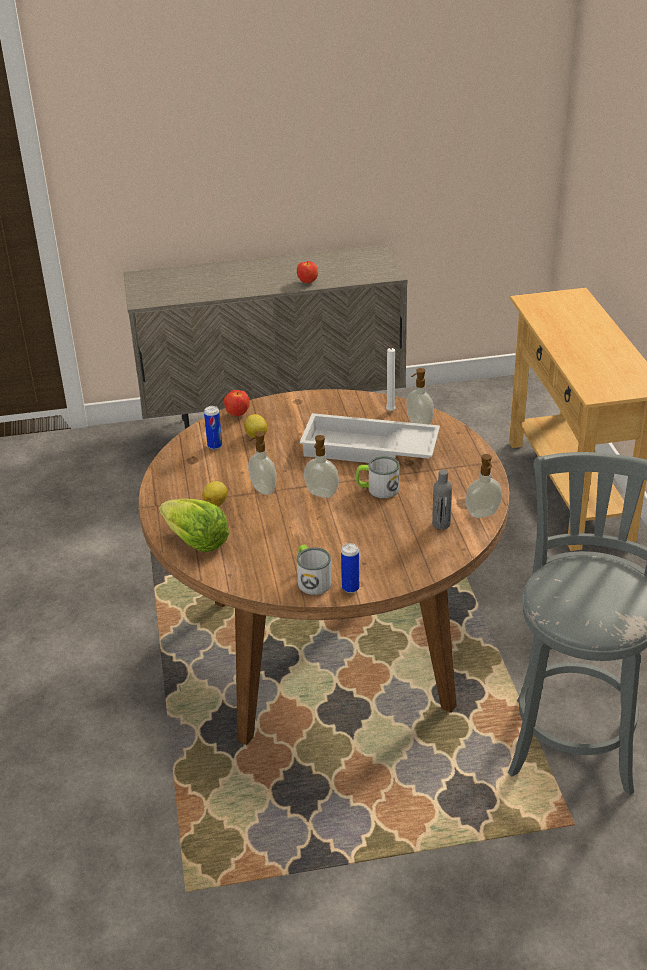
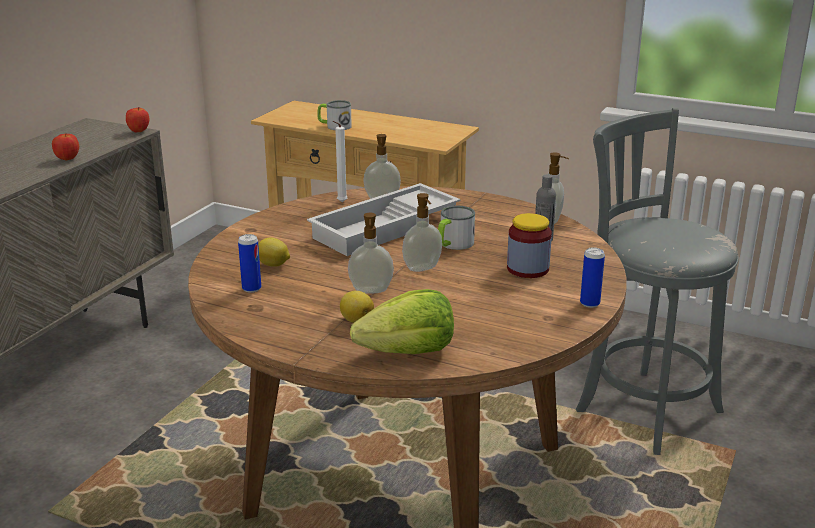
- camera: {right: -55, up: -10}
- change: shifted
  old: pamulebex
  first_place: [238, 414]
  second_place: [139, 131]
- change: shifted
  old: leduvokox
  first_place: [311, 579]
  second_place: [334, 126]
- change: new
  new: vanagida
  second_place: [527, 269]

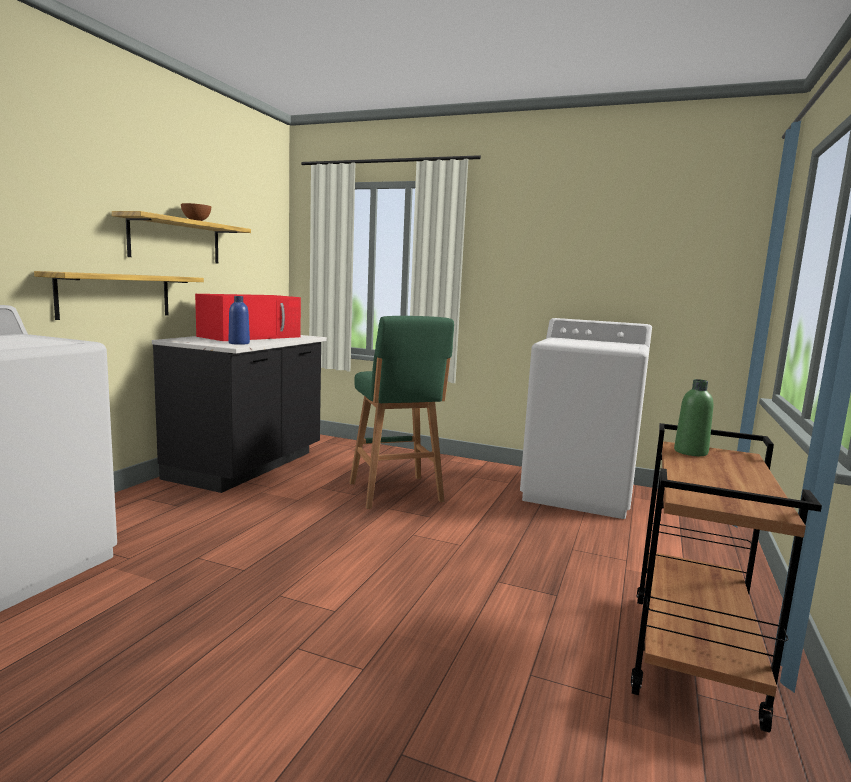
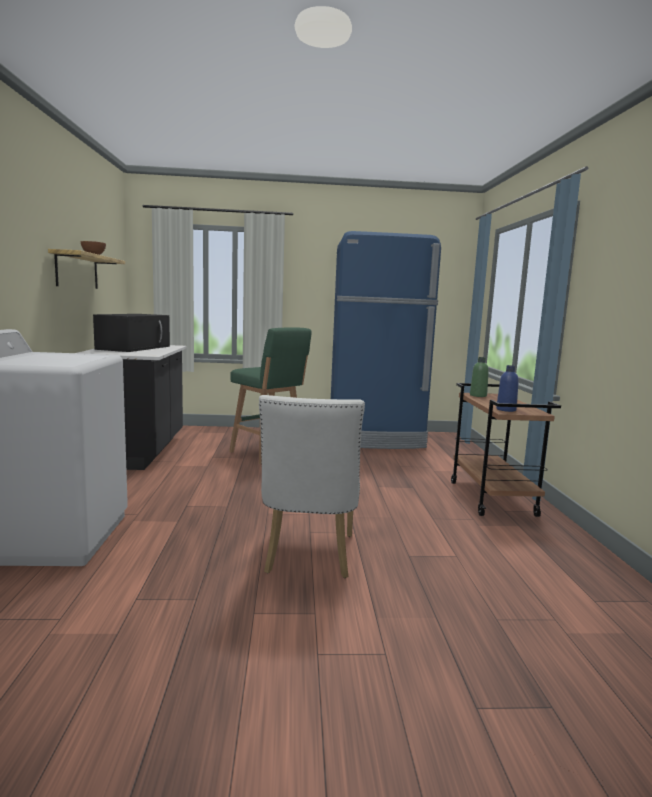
- camera: {right: -25, up: 0}
- change: gone
  old: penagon
  first_place: [116, 295]
- change: repainted
  old: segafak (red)
  new: segafak (black)
  first_place: [251, 336]
  second_place: [134, 347]
- change: shifted
  old: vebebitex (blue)
  first_place: [239, 343]
  second_place: [506, 409]
- change: swapped
  old: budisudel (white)
  new: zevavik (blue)
  first_place: [579, 493]
  second_place: [376, 439]
- change: new
  new: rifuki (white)
  second_place: [308, 557]

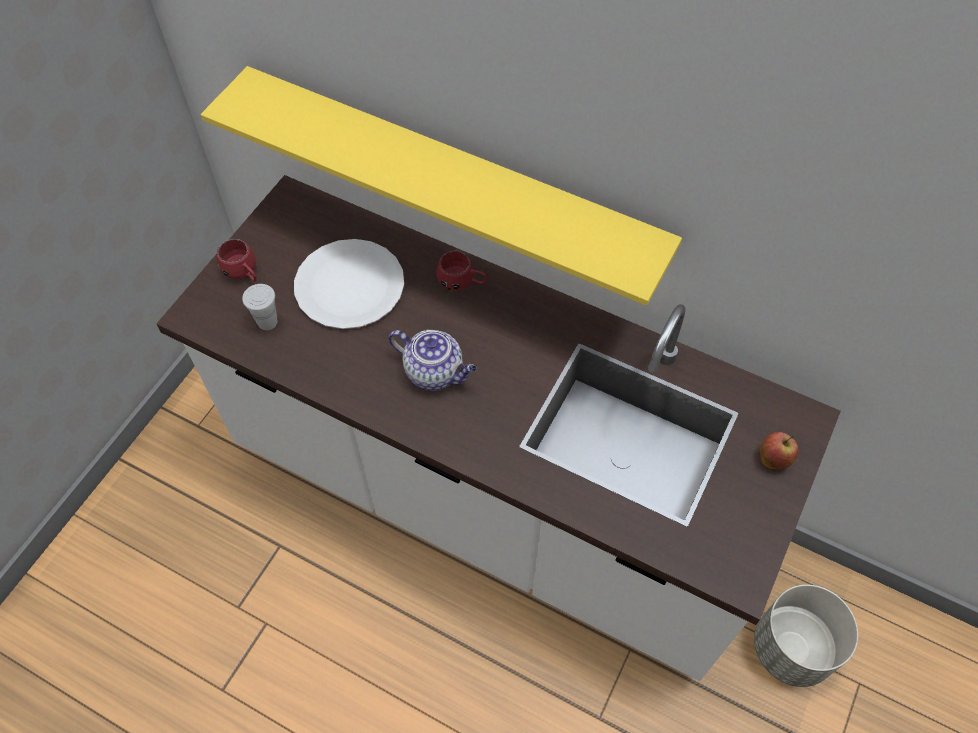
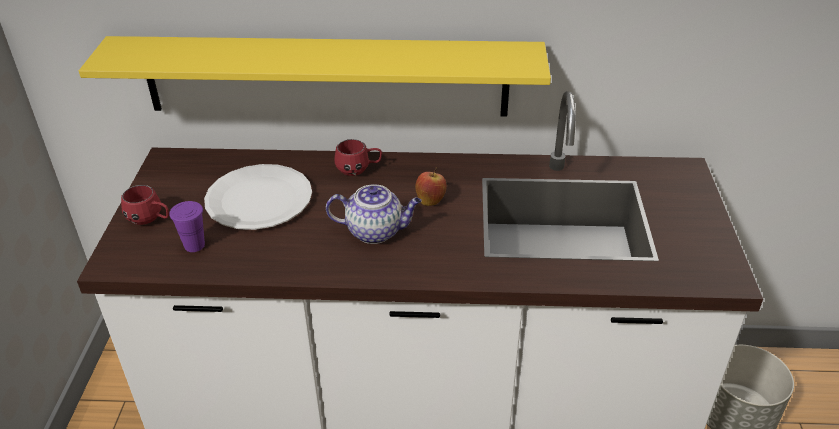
- camera: {right: -25, up: -20}
- change: repainted
  old: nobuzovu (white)
  new: nobuzovu (purple)
  first_place: [267, 322]
  second_place: [194, 245]
- change: shifted
  old: pamulebex
  first_place: [773, 459]
  second_place: [430, 200]

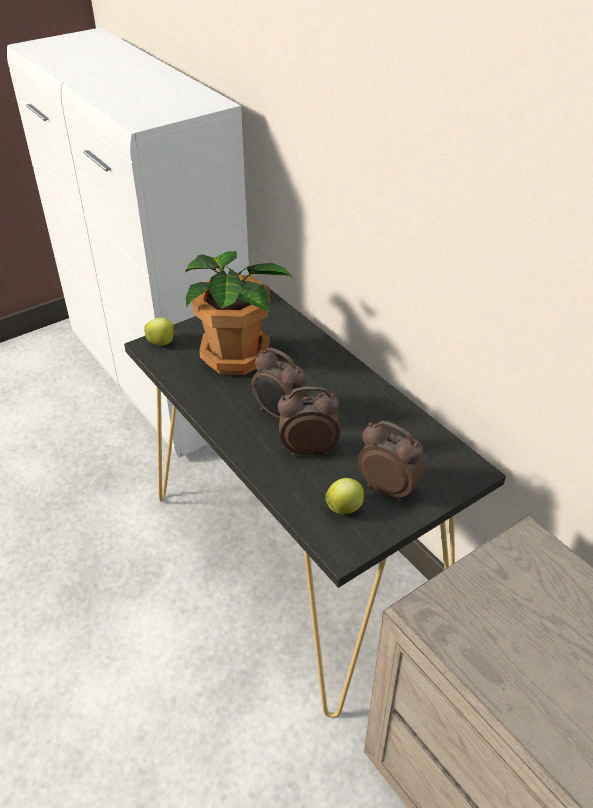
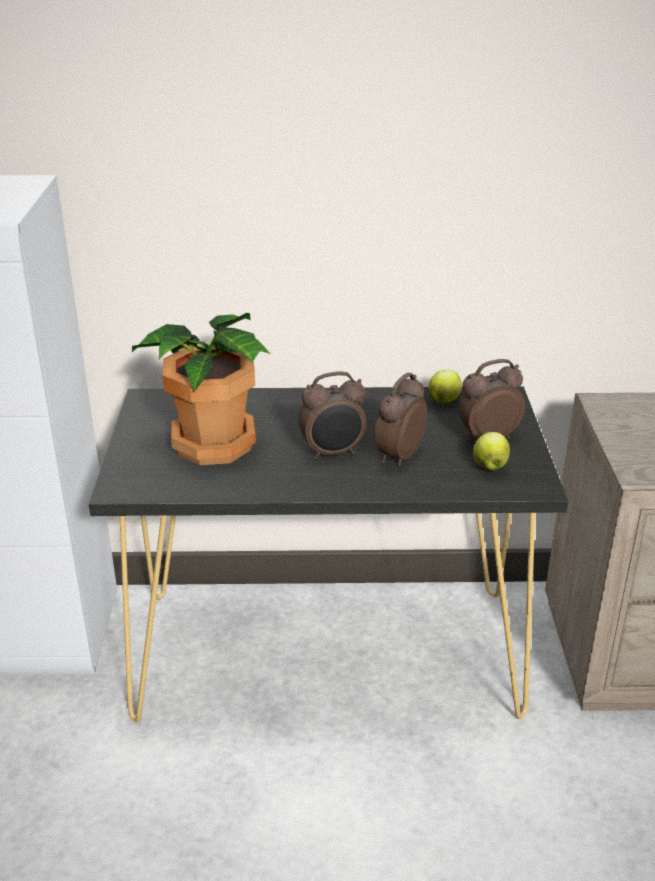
- camera: {right: -55, up: -10}
- change: shifted
  old: pamulebex
  first_place: [162, 343]
  second_place: [444, 400]

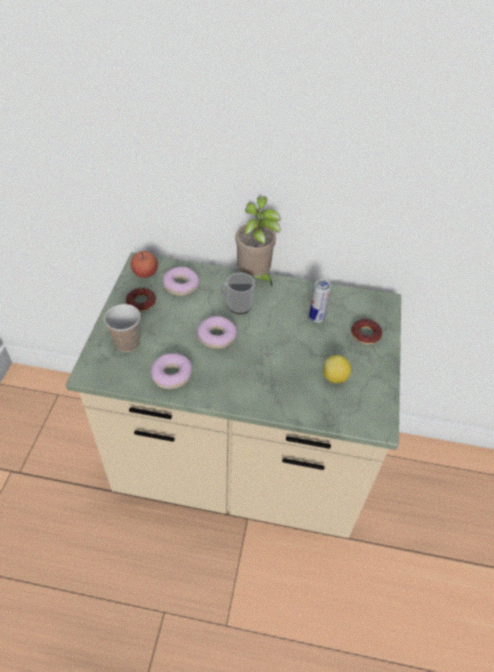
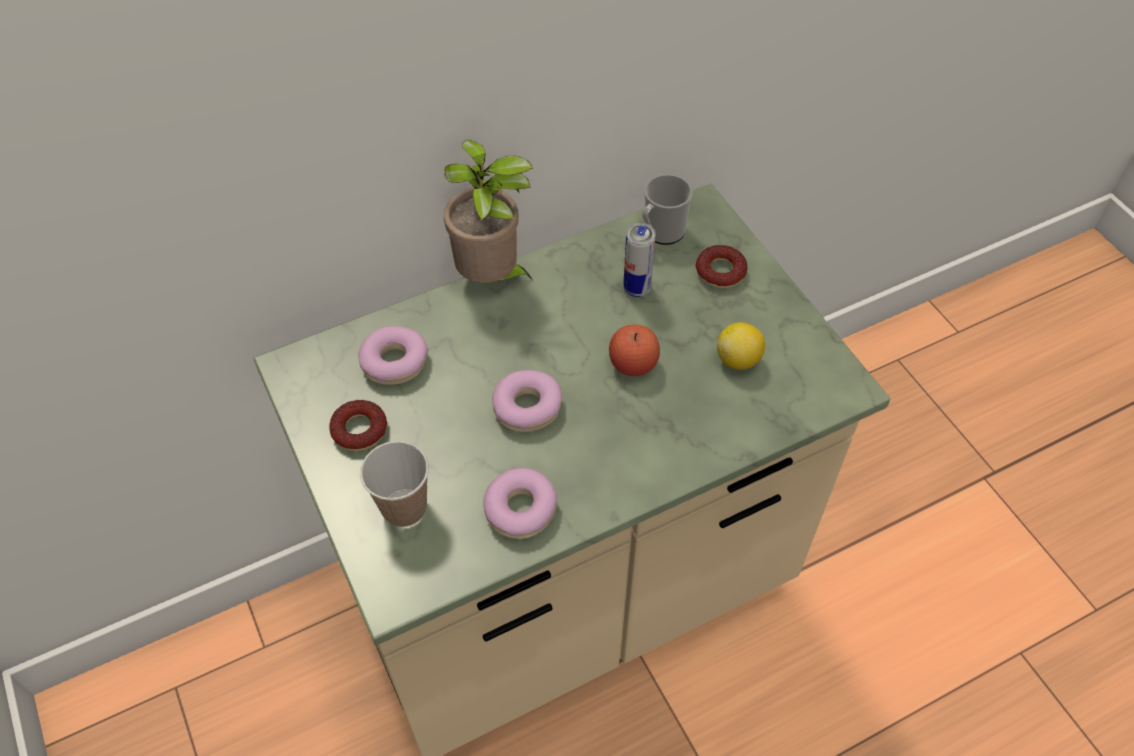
- camera: {right: -35, up: 5}
- change: shifted
  old: pamulebex
  first_place: [145, 273]
  second_place: [633, 364]
- change: shifted
  old: leduvokox
  first_place: [236, 305]
  second_place: [661, 232]

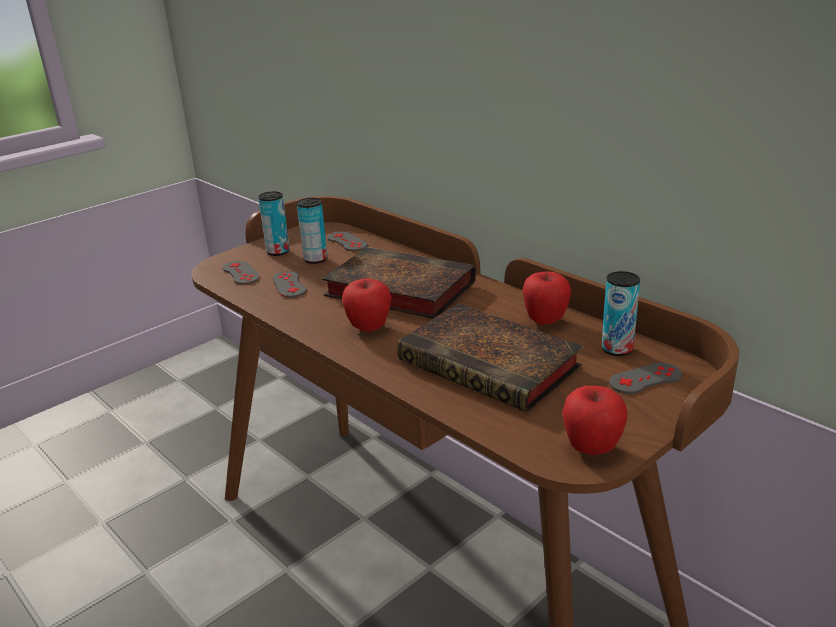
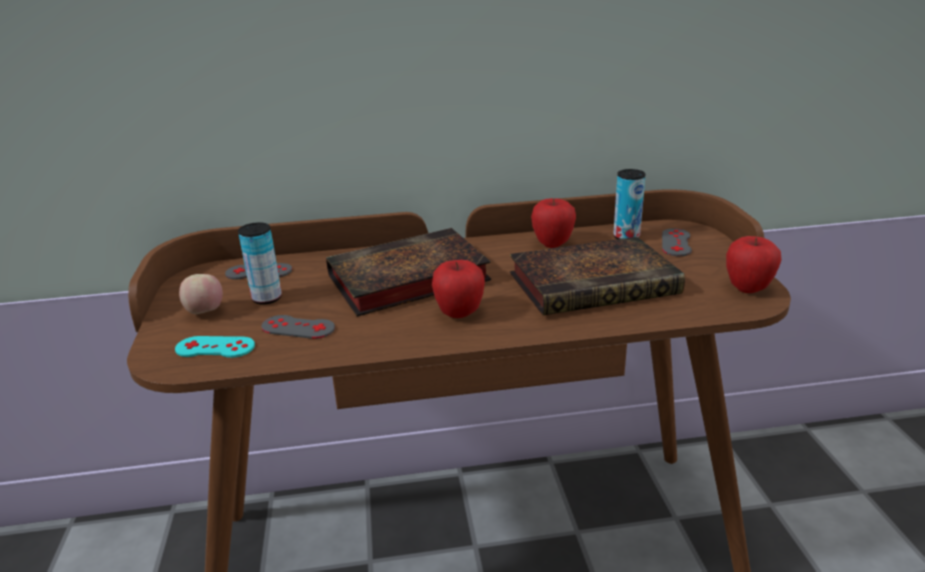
- camera: {right: -55, up: 0}
- change: swapped
  old: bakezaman
  new: pamulebex
  first_place: [278, 252]
  second_place: [205, 312]
- change: repainted
  old: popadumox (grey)
  new: popadumox (turquoise)
  first_place: [241, 273]
  second_place: [215, 347]

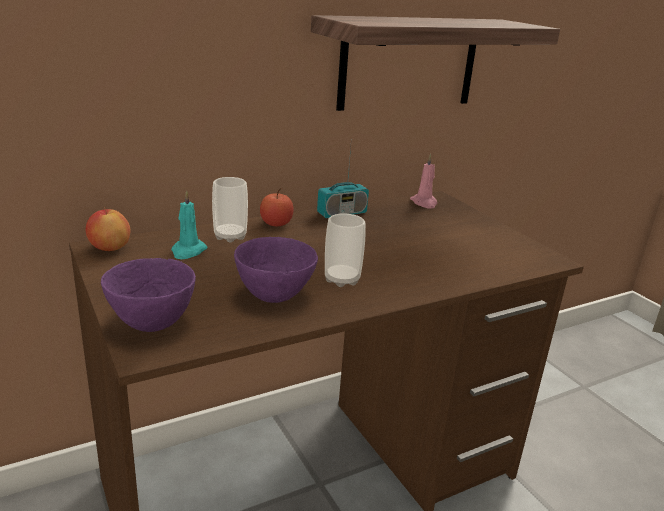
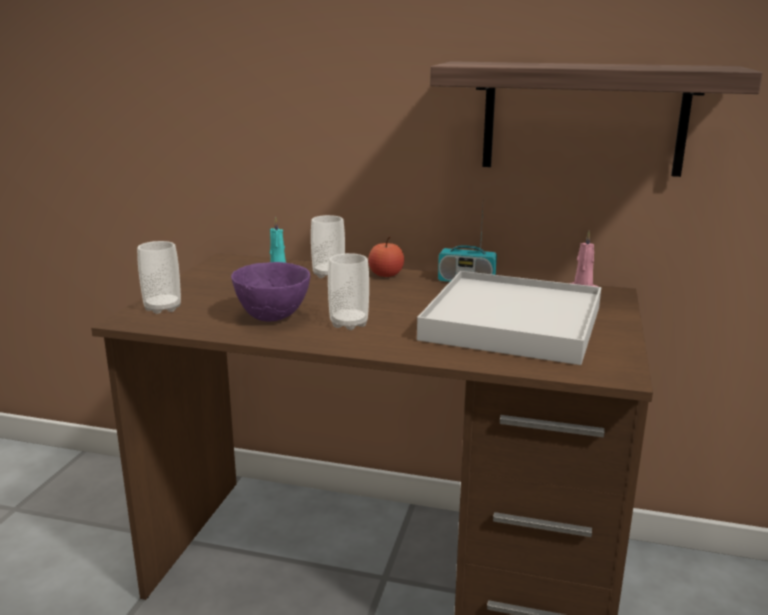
- camera: {right: 45, up: -5}
- change: gone
  old: pamulebex
  first_place: [109, 248]
- change: swapped
  old: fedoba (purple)
  new: nobuzovu
  first_place: [151, 324]
  second_place: [163, 308]
- change: new
  new: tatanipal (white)
  second_place: [513, 323]

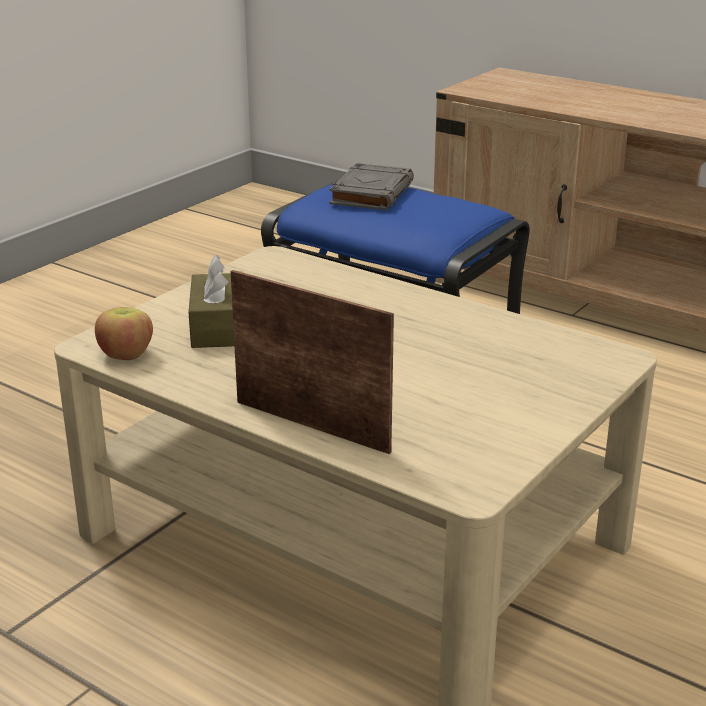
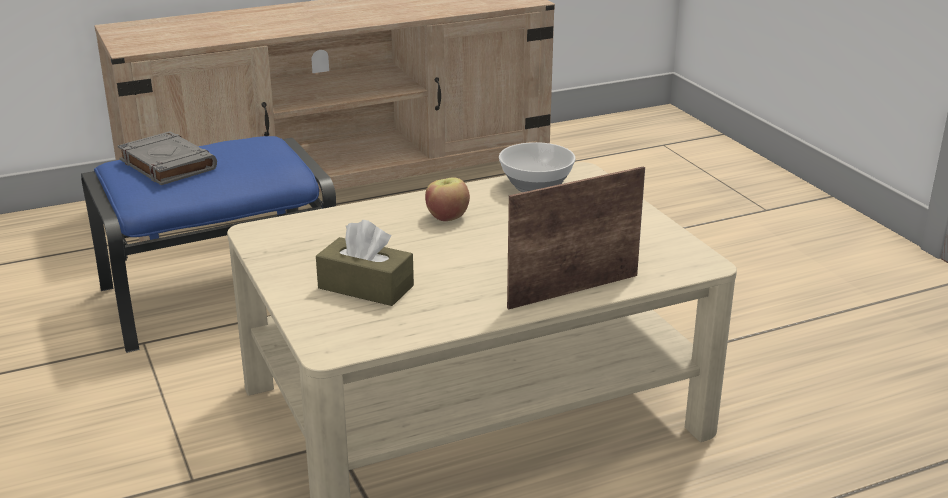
- camera: {right: -60, up: 0}
- change: shifted
  old: pamulebex
  first_place: [126, 355]
  second_place: [447, 217]
- change: new
  new: fedoba
  second_place: [537, 186]

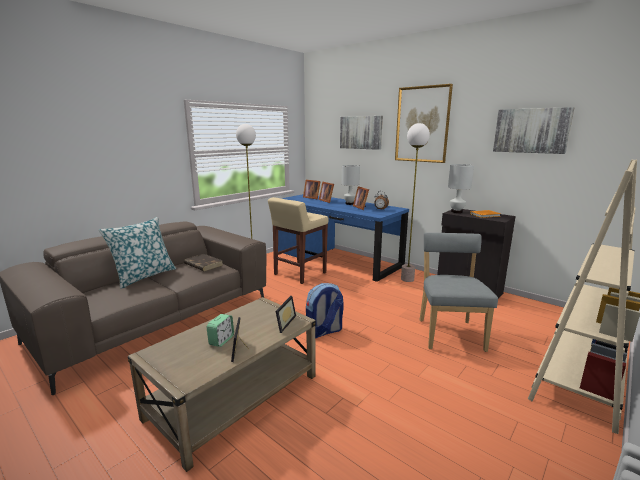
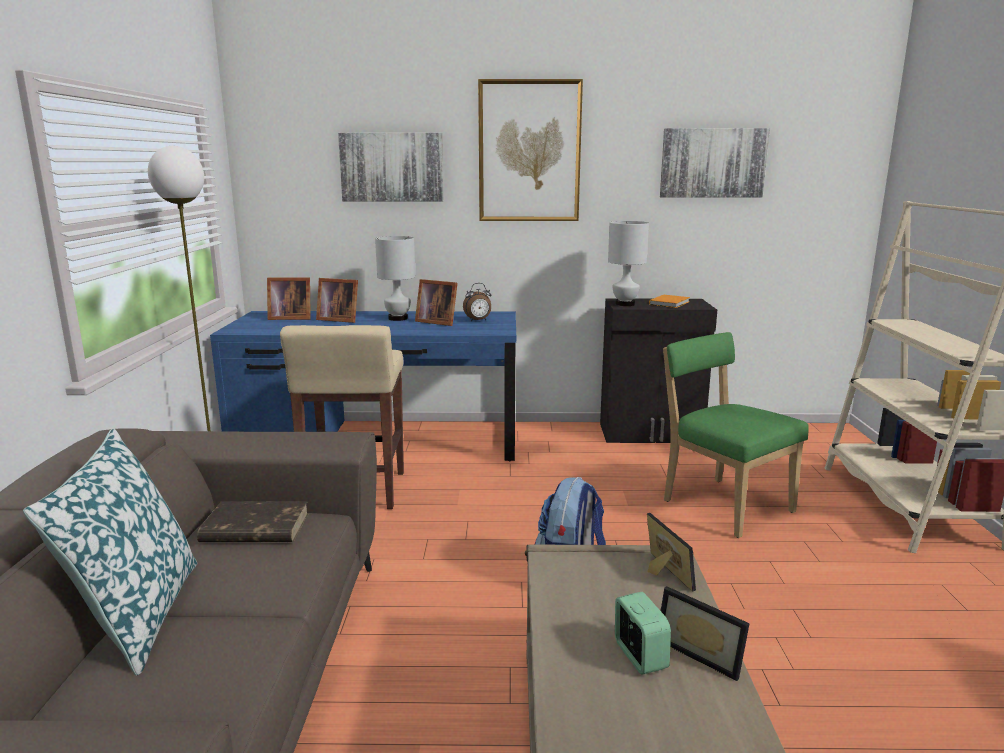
- camera: {right: -40, up: 0}
- change: gone
  old: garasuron
  first_place: [407, 279]
- change: repainted
  old: rifuki (grey)
  new: rifuki (green)
  first_place: [449, 333]
  second_place: [722, 504]

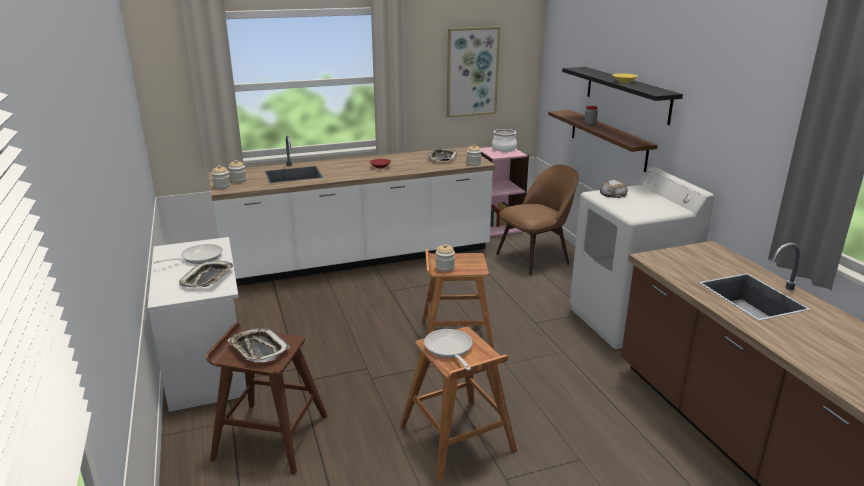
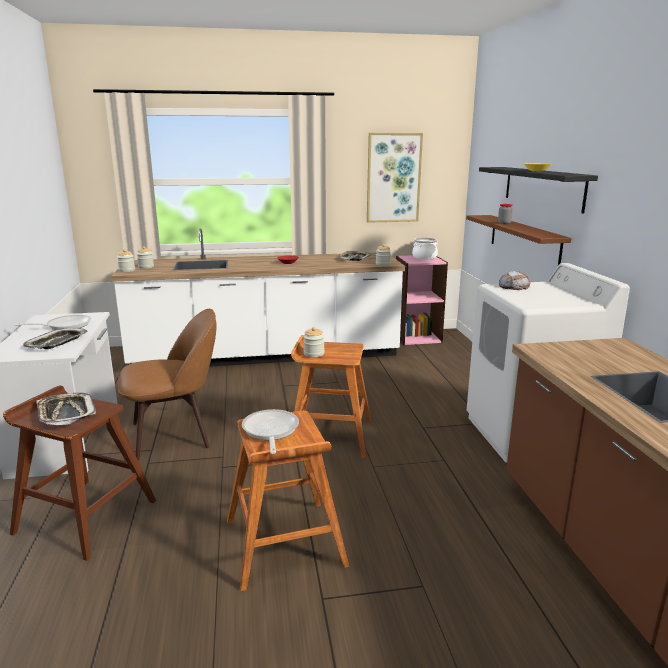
- camera: {right: 10, up: -5}
- change: shifted
  old: rifuki (brown)
  first_place: [535, 258]
  second_place: [174, 434]

